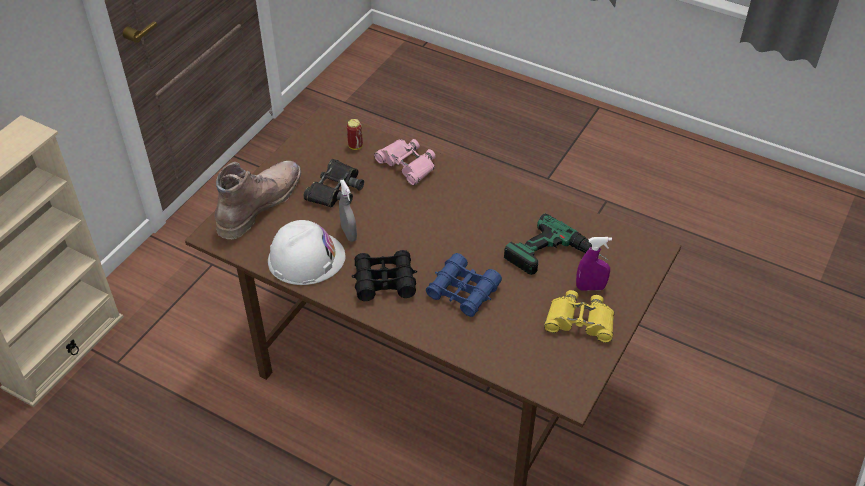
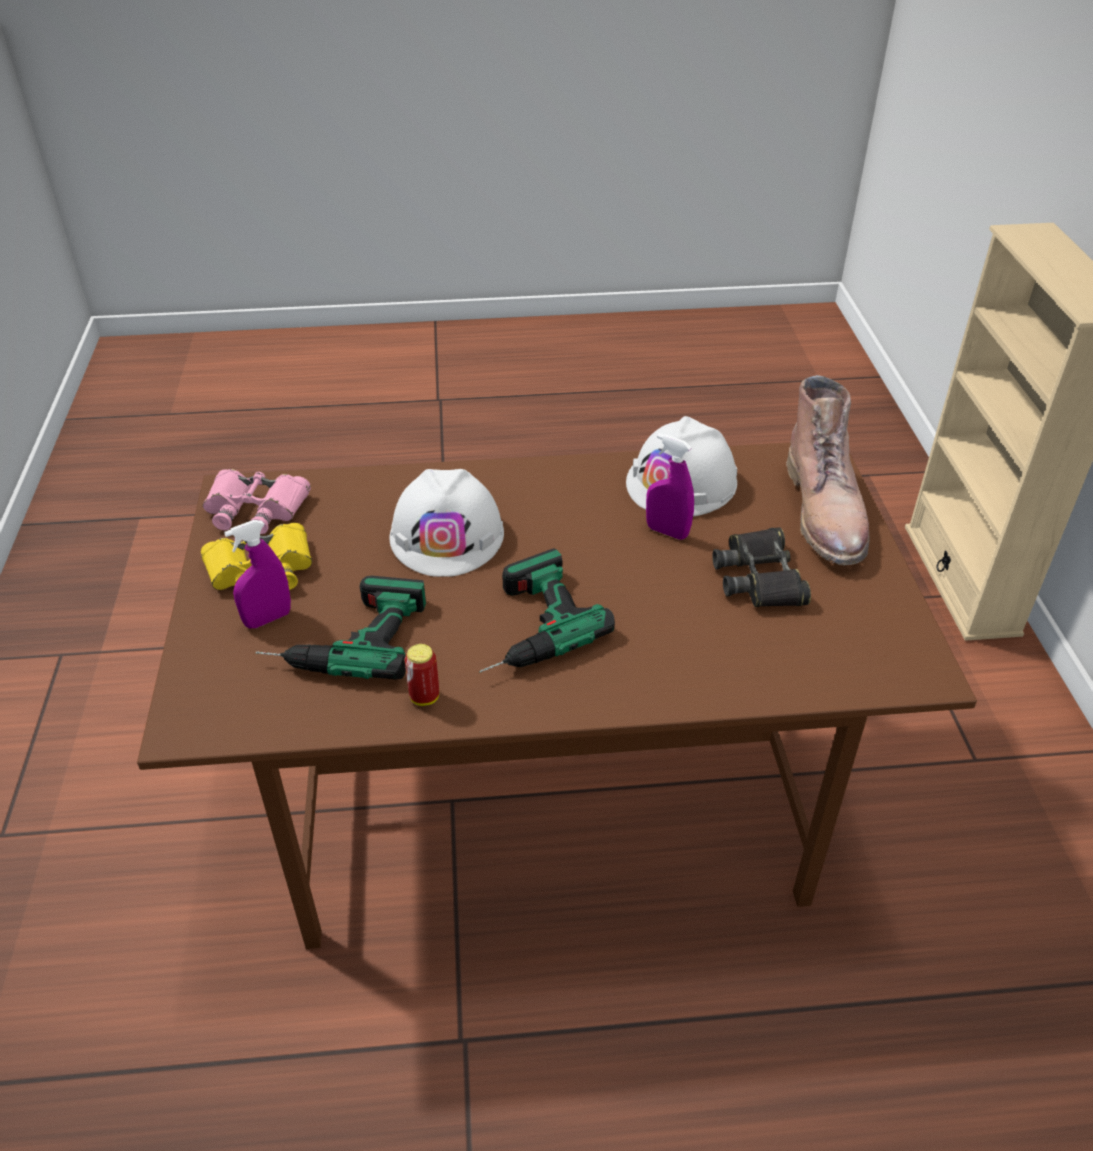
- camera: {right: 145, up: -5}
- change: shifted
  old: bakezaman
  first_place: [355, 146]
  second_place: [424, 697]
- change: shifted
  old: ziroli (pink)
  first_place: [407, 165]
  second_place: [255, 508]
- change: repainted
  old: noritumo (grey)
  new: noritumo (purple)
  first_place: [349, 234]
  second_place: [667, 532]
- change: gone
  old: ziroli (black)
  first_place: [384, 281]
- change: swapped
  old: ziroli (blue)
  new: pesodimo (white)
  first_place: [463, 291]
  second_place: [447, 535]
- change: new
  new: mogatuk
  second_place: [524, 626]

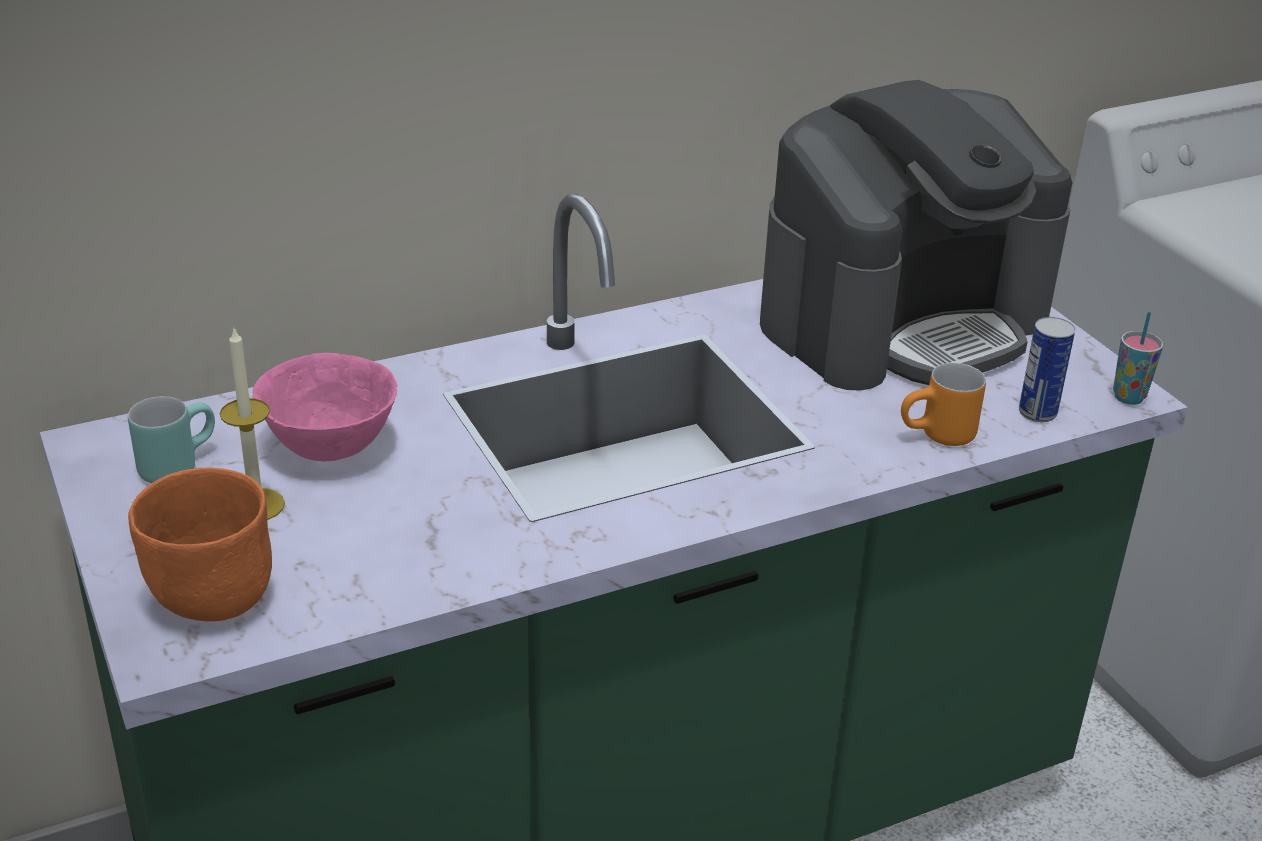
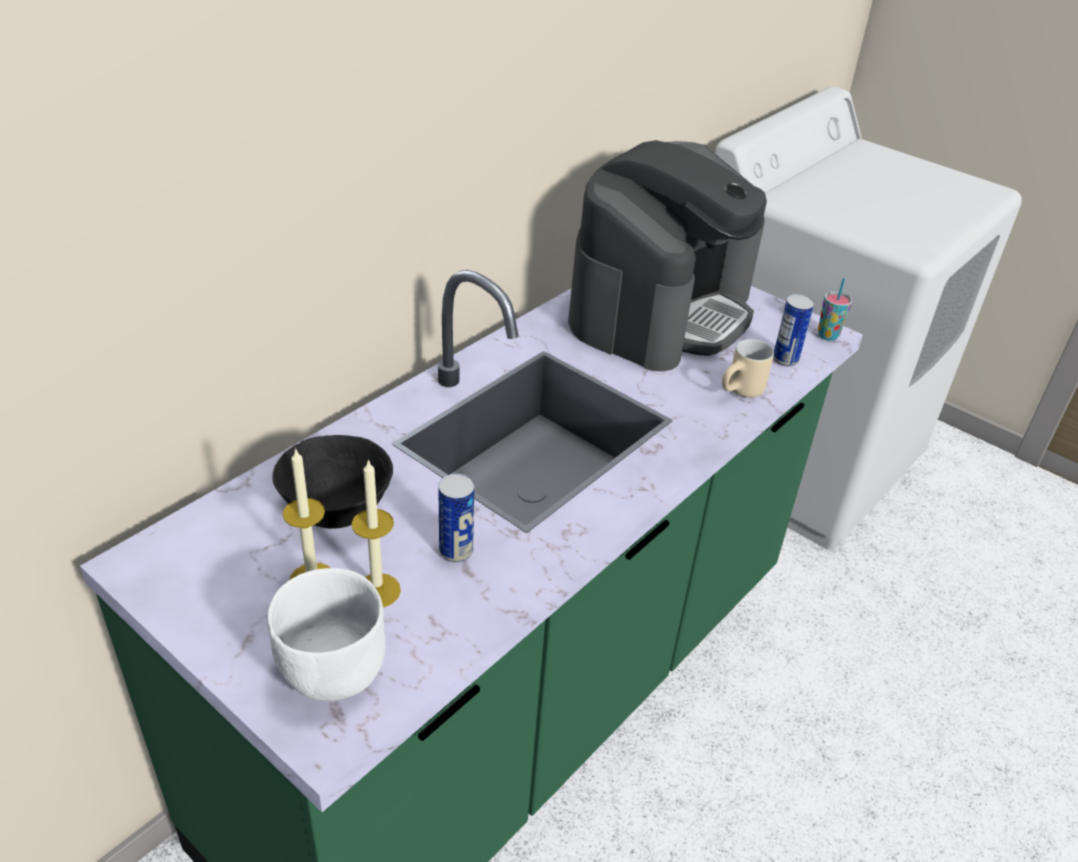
- camera: {right: -25, up: 5}
- change: repainted
  old: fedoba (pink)
  new: fedoba (black)
  first_place: [330, 447]
  second_place: [337, 512]
- change: repainted
  old: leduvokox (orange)
  new: leduvokox (beige)
  first_place: [938, 438]
  second_place: [741, 393]
- change: gone
  old: leduvokox (turquoise)
  first_place: [176, 464]
- change: repainted
  old: fedoba (orange)
  new: fedoba (white)
  first_place: [212, 601]
  second_place: [333, 676]
- change: new
  new: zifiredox
  second_place: [377, 590]
- change: new
  new: bakezaman
  second_place: [456, 551]

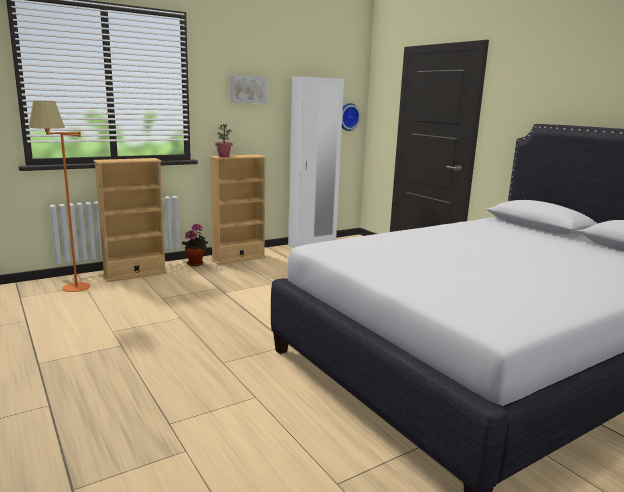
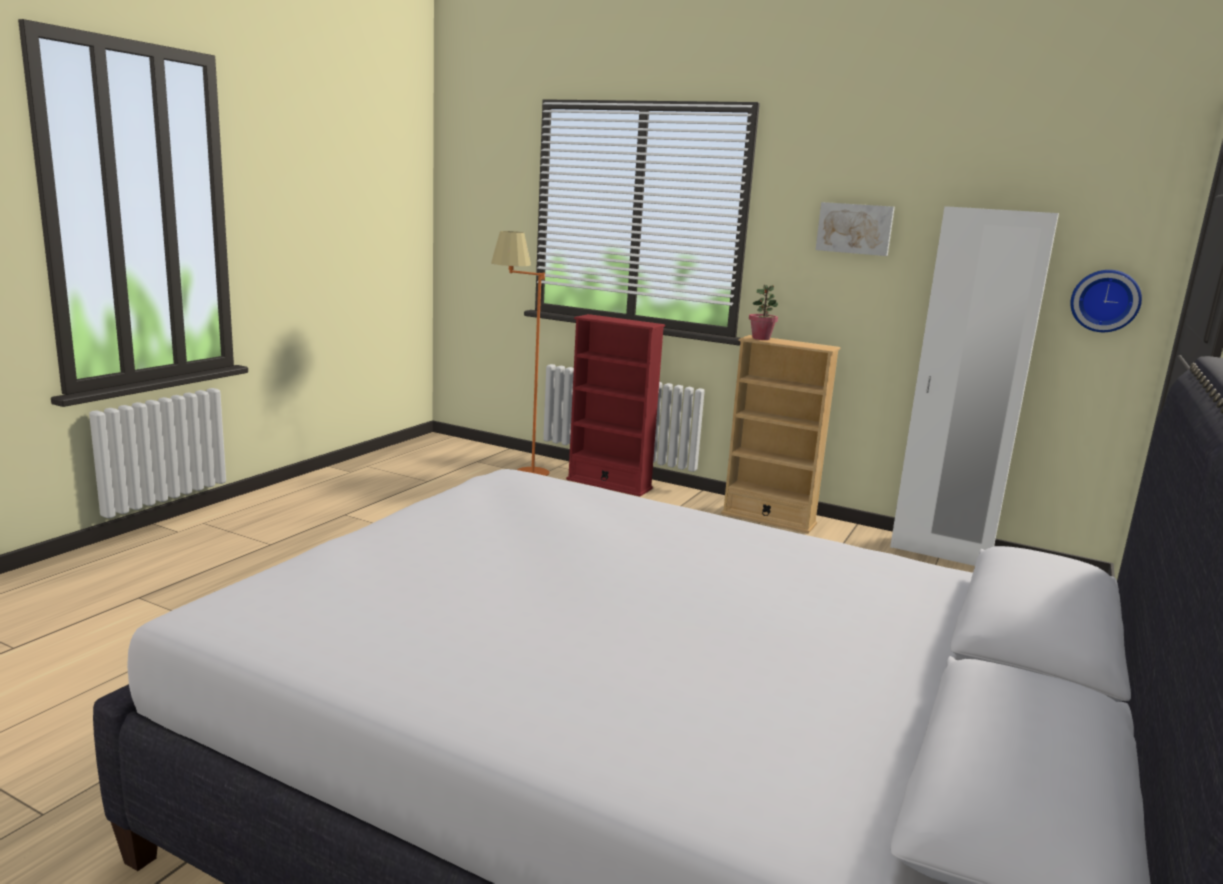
- camera: {right: 60, up: 0}
- change: repainted
  old: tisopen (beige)
  new: tisopen (red)
  first_place: [135, 274]
  second_place: [609, 484]
- change: gone
  old: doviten
  first_place: [196, 263]

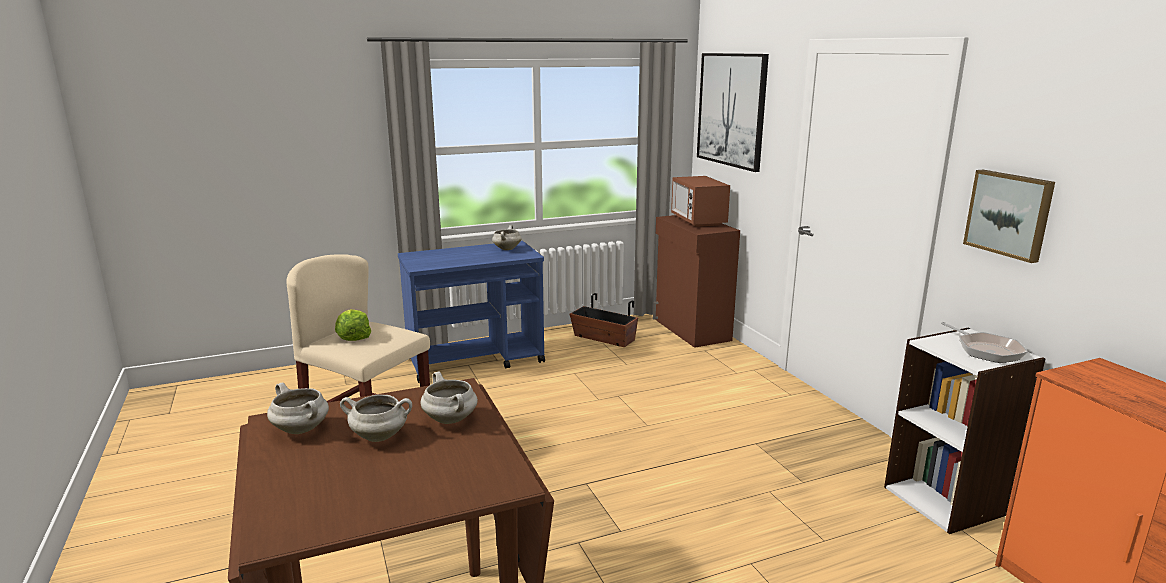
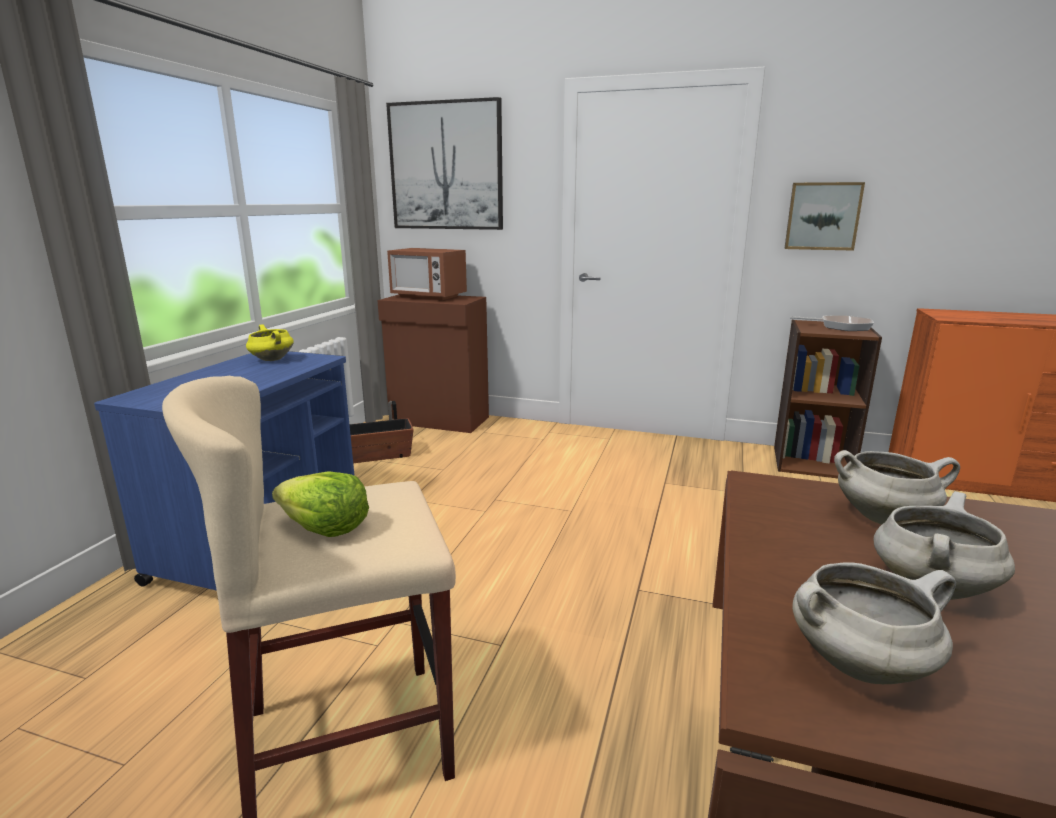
- camera: {right: -50, up: 0}
- change: repainted
  old: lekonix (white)
  new: lekonix (yellow)
  first_place: [507, 249]
  second_place: [271, 359]
- change: repainted
  old: tisopen (white)
  new: tisopen (brown)
  first_place: [946, 500]
  second_place: [812, 462]

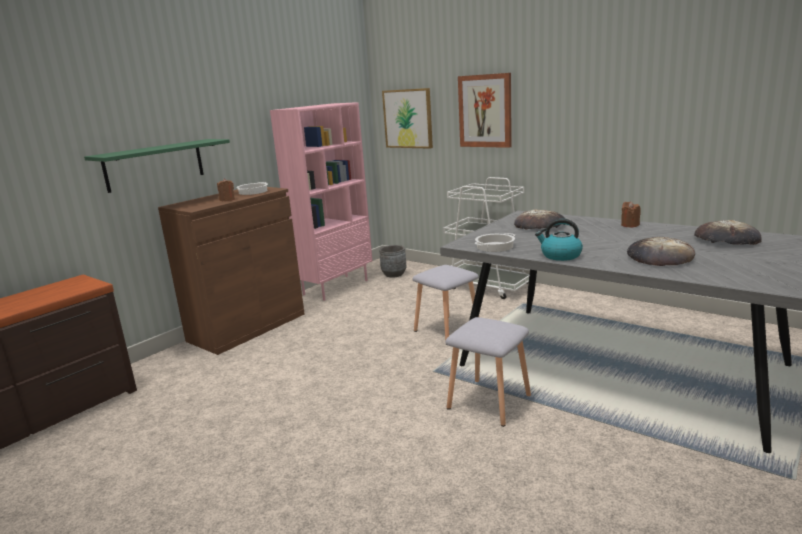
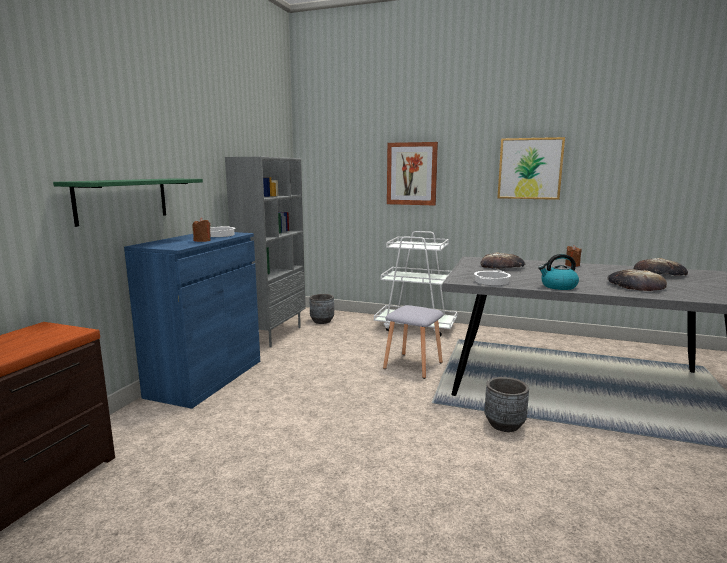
- camera: {right: -20, up: -5}
- change: shifted
  old: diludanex
  first_place: [408, 118]
  second_place: [530, 168]
- change: repainted
  old: tisopen (pink)
  new: tisopen (grey)
  first_place: [335, 287]
  second_place: [273, 335]
- change: repainted
  old: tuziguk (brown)
  new: tuziguk (blue)
  first_place: [247, 327]
  second_place: [206, 378]
- change: swapped
  old: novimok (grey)
  new: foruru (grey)
  first_place: [487, 402]
  second_place: [504, 424]

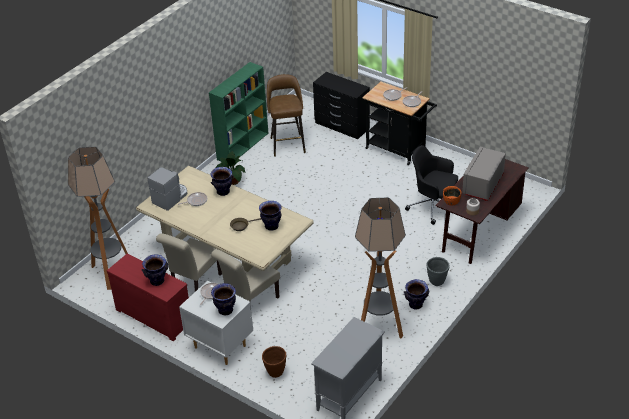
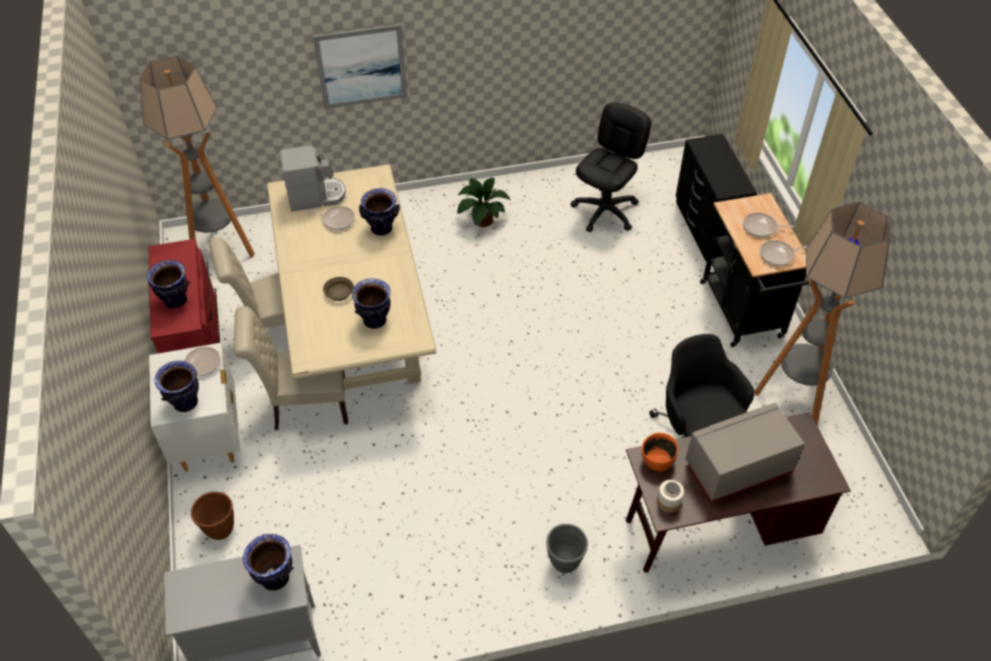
- camera: {right: 40, up: 10}
- change: gone
  old: tisopen (green)
  first_place: [243, 146]
- change: swapped
  old: novimok (brown)
  new: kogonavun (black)
  first_place: [287, 144]
  second_place: [605, 211]
- change: shifted
  old: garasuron
  first_place: [379, 328]
  second_place: [793, 398]
- change: shifted
  old: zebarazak
  first_place: [415, 305]
  second_place: [275, 578]
- change: new
  new: diludanex
  second_place: [361, 66]

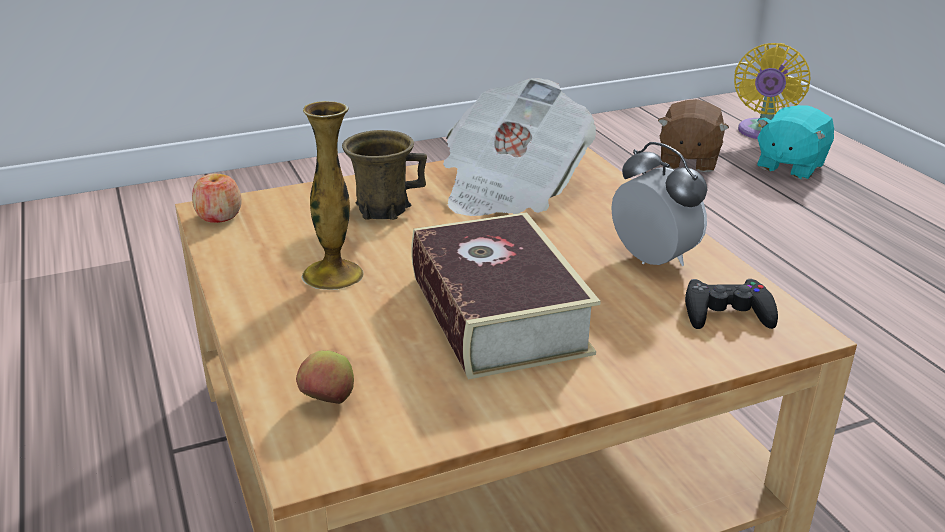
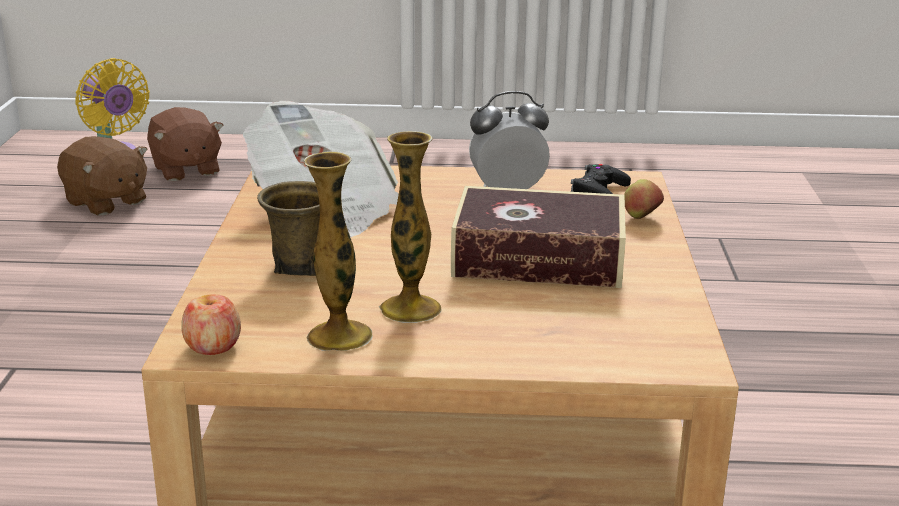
- camera: {right: -65, up: -5}
- change: repainted
  old: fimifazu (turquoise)
  new: fimifazu (brown)
  first_place: [789, 166]
  second_place: [185, 170]
- change: shifted
  old: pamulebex
  first_place: [328, 402]
  second_place: [641, 218]
- change: new
  new: zebarazak
  second_place: [339, 336]

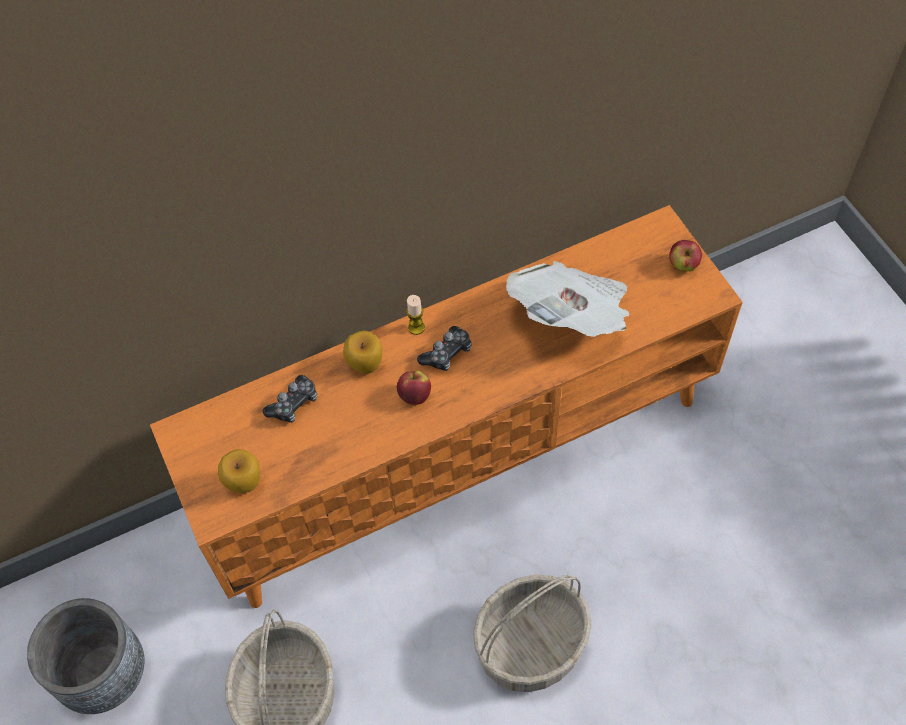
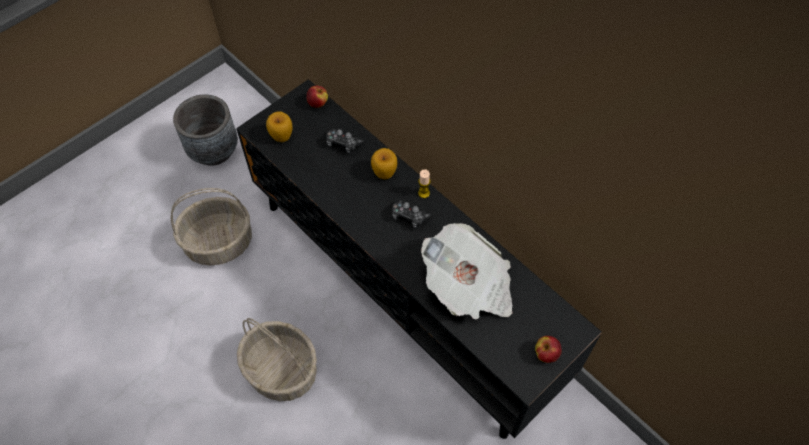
- camera: {right: 70, up: 0}
- change: repainted
  old: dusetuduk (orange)
  new: dusetuduk (black)
  first_place: [459, 455]
  second_place: [406, 289]
- change: shifted
  old: pamulebex
  first_place: [414, 395]
  second_place: [318, 103]

